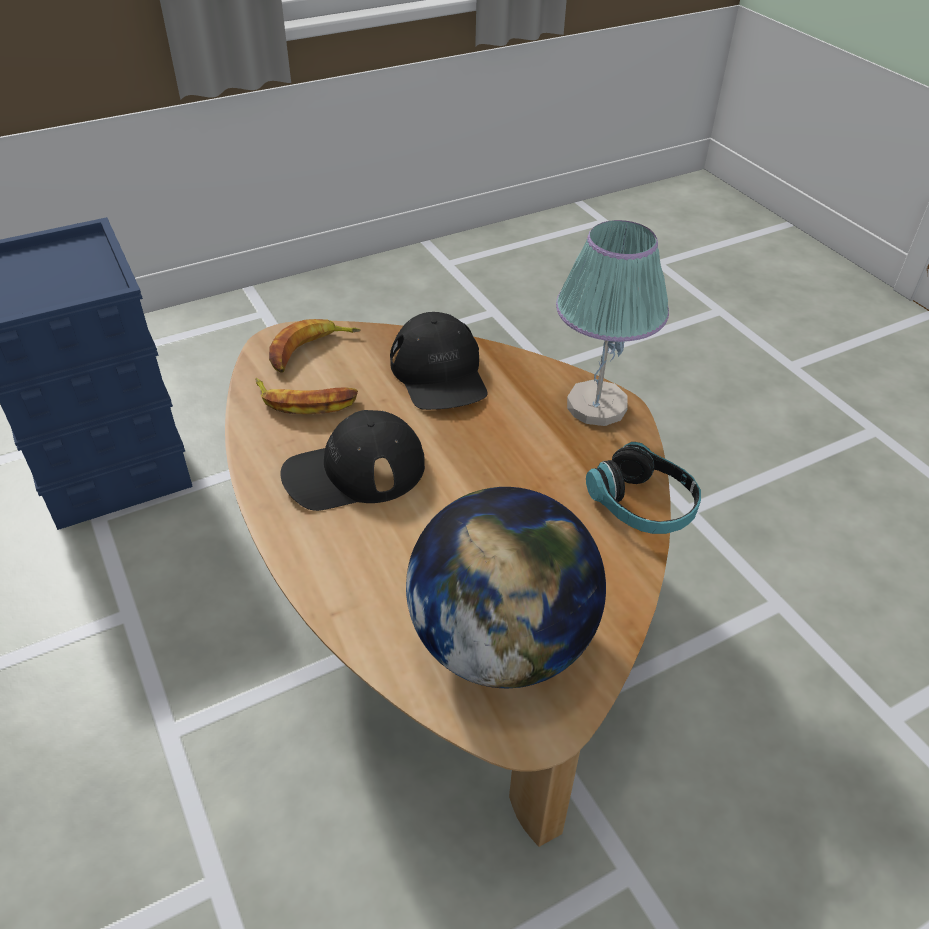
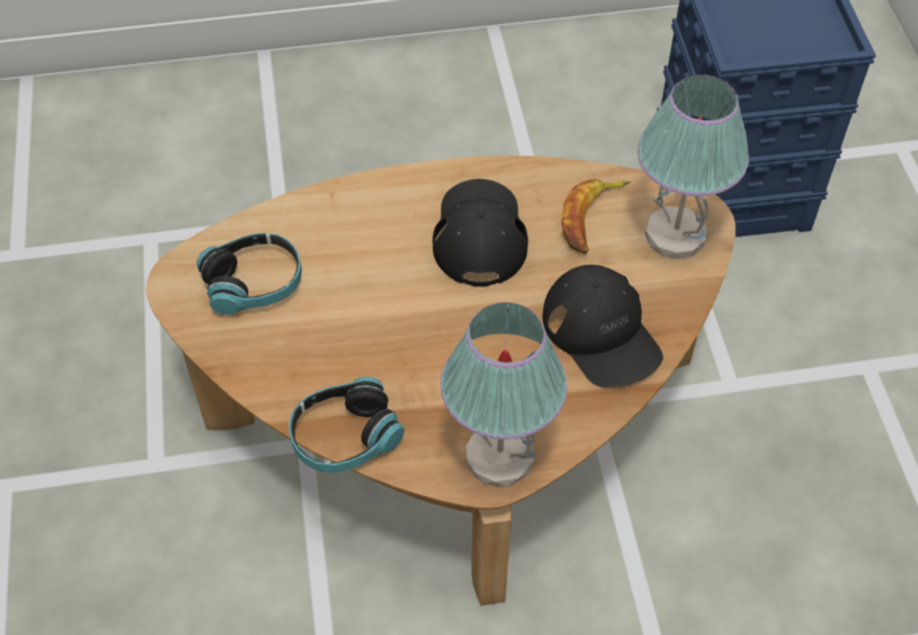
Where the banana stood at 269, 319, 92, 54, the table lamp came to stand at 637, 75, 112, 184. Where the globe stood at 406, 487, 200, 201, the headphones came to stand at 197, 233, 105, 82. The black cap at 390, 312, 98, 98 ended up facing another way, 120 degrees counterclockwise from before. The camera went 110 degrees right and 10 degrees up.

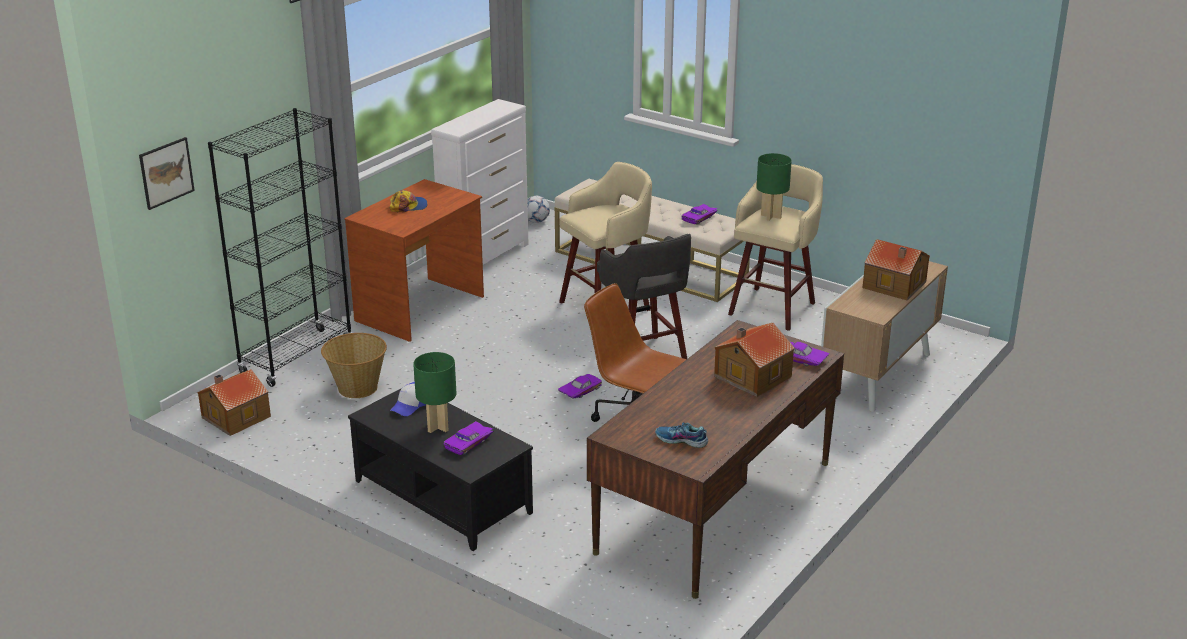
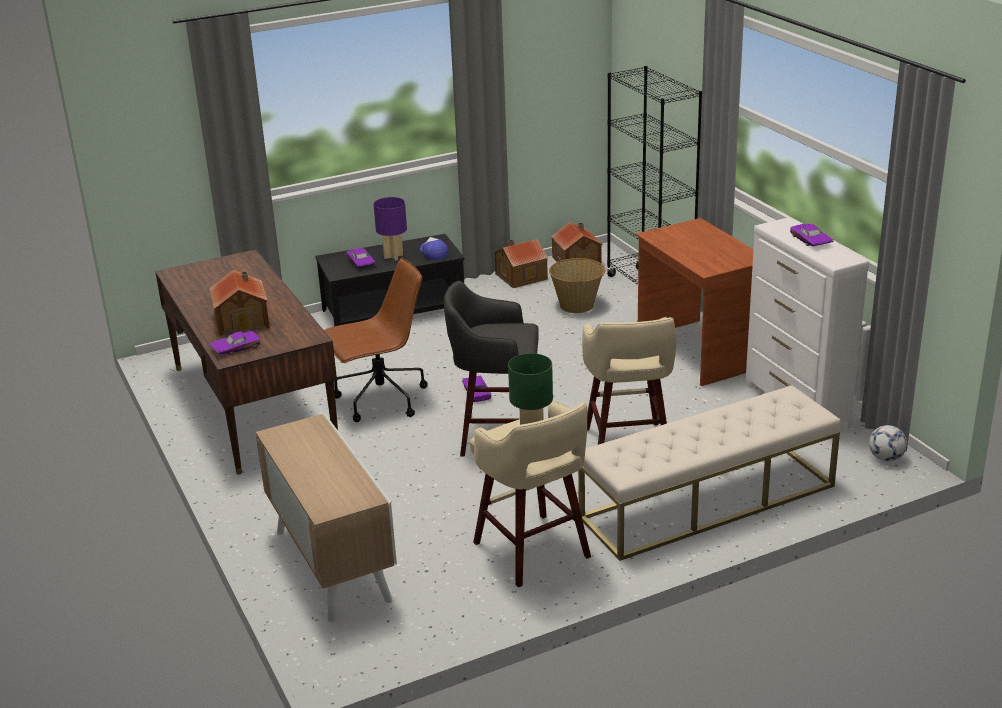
The second view lost the picture at 139, 137, 56, 73. The second view lost the cap at 390, 190, 38, 22. The second view lost the shoe at 655, 422, 53, 26. The purple toy car ended up elsewhere, having gone from 682, 204, 36, 21 to 790, 224, 43, 22. The toy house ended up elsewhere, having gone from 862, 239, 68, 61 to 494, 239, 54, 49. What was the green table lamp at 413, 352, 43, 81 turned into the purple table lamp at 373, 197, 34, 64. The camera went 120 degrees right and 0 degrees up.

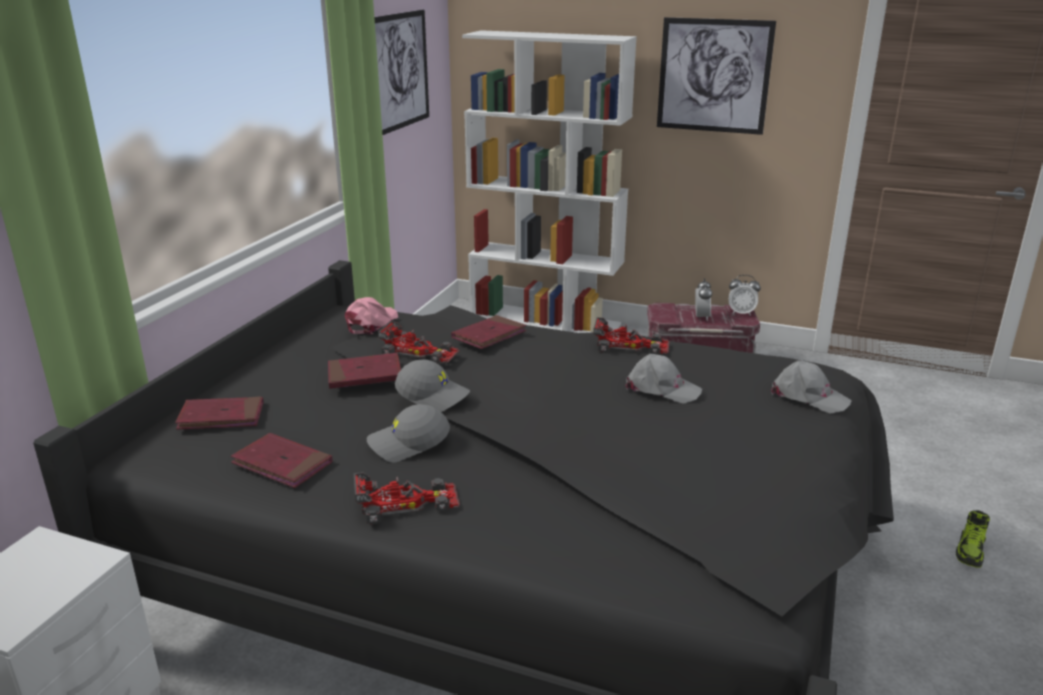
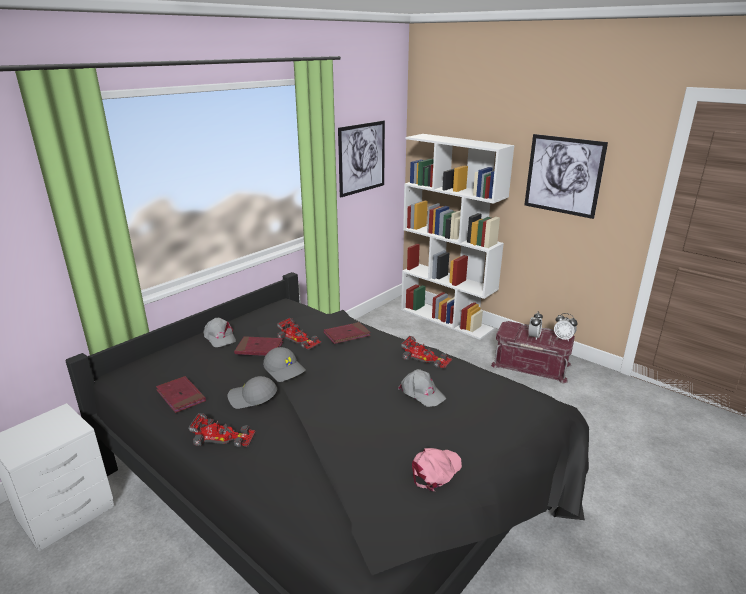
The second view lost the red book at 175, 396, 89, 34. The second view lost the shoe at 956, 510, 34, 58. The pink cap ended up elsewhere, having gone from 345, 297, 53, 37 to 412, 448, 50, 43. The grey cap ended up elsewhere, having gone from 771, 360, 81, 54 to 204, 318, 32, 29. The camera went 20 degrees right and 0 degrees up.

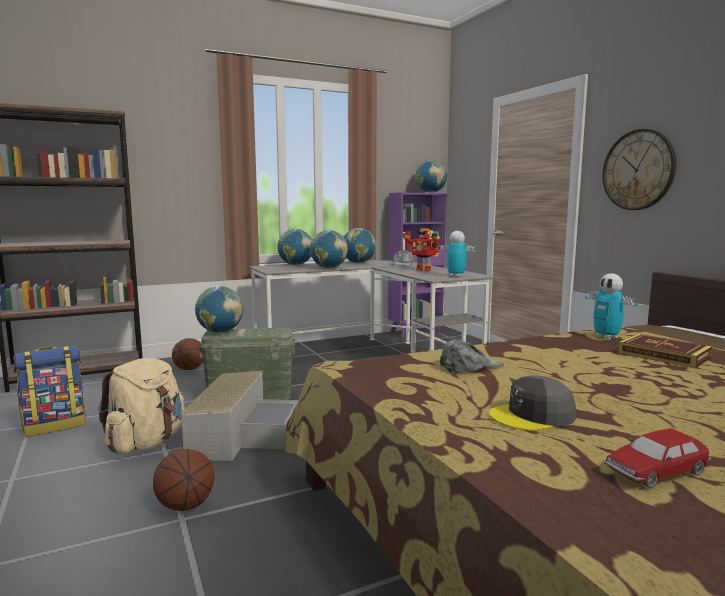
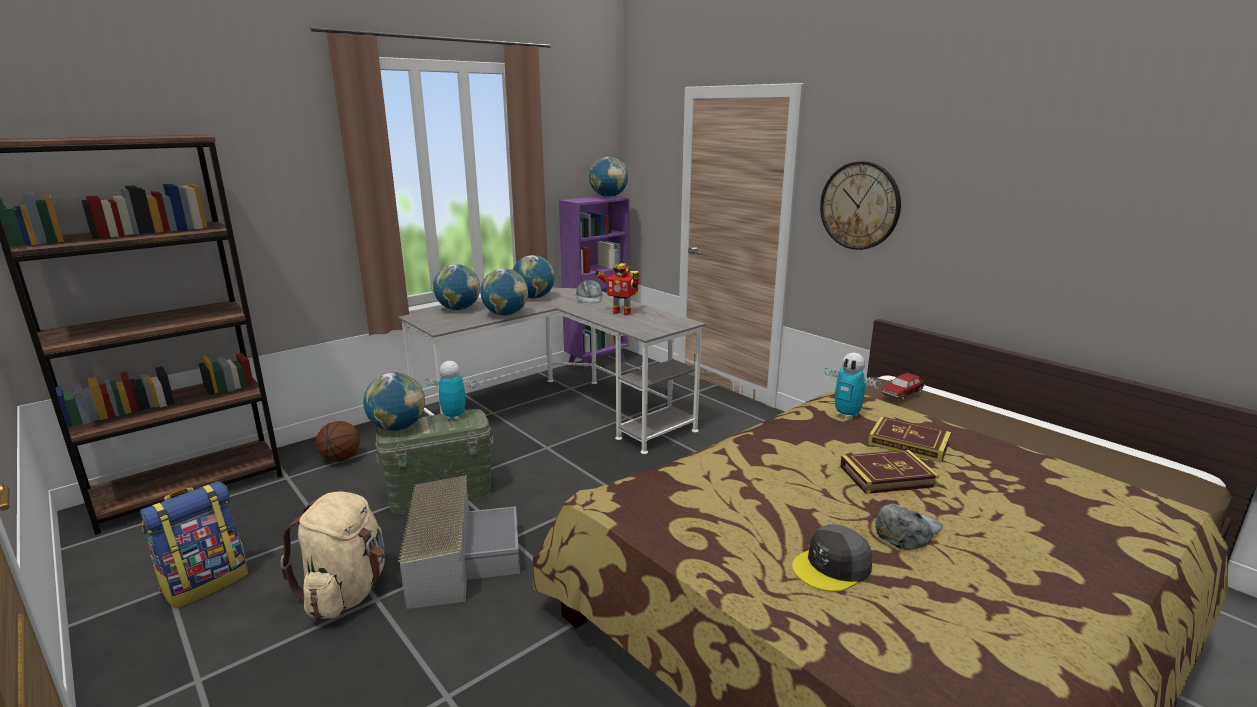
The second view lost the basketball at 153, 449, 62, 62. The second view gained the book at 840, 450, 99, 44. The toy robot ended up elsewhere, having gone from 437, 231, 40, 46 to 425, 361, 51, 59. The grey cap ended up elsewhere, having gone from 440, 340, 64, 33 to 875, 504, 68, 46. The toy car ended up elsewhere, having gone from 603, 428, 108, 60 to 881, 373, 44, 27. The camera went 15 degrees left and 10 degrees up.

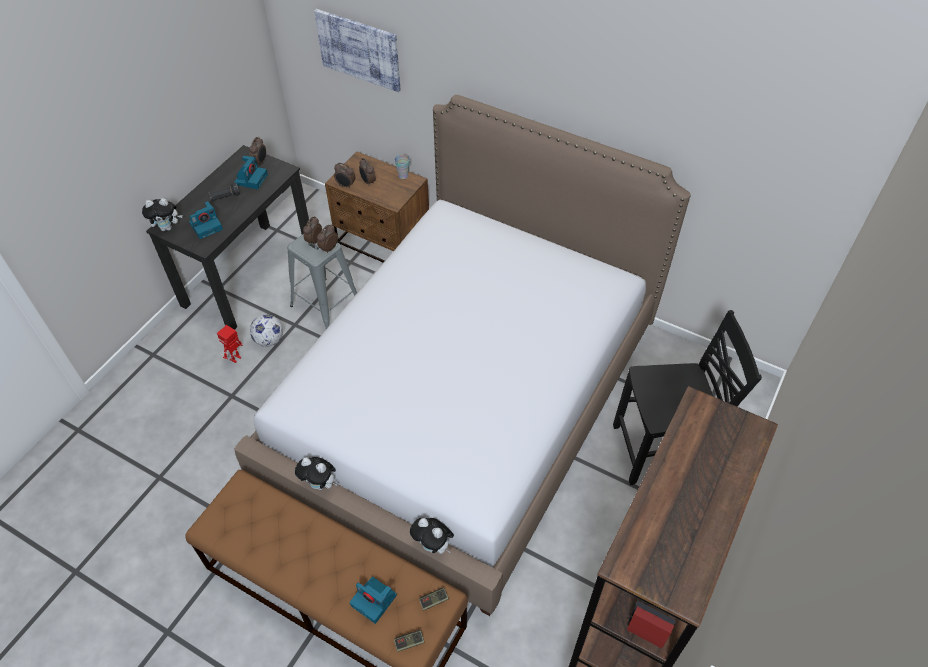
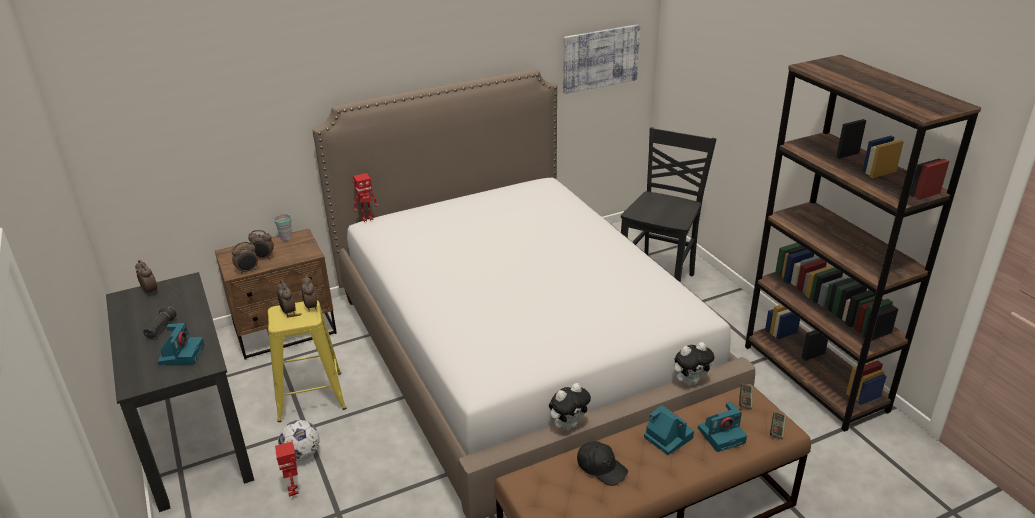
The second view lost the plush toy at 142, 198, 40, 33. The second view gained the toy robot at 353, 173, 26, 49. The second view gained the black cap at 577, 441, 51, 45. The photo camera ended up elsewhere, having gone from 234, 156, 34, 33 to 644, 405, 50, 50. The picture ended up elsewhere, having gone from 314, 9, 86, 83 to 563, 24, 77, 70. What was the grey stool at 287, 234, 70, 95 turned into the yellow stool at 268, 300, 78, 122. The camera went 55 degrees left and 20 degrees down.

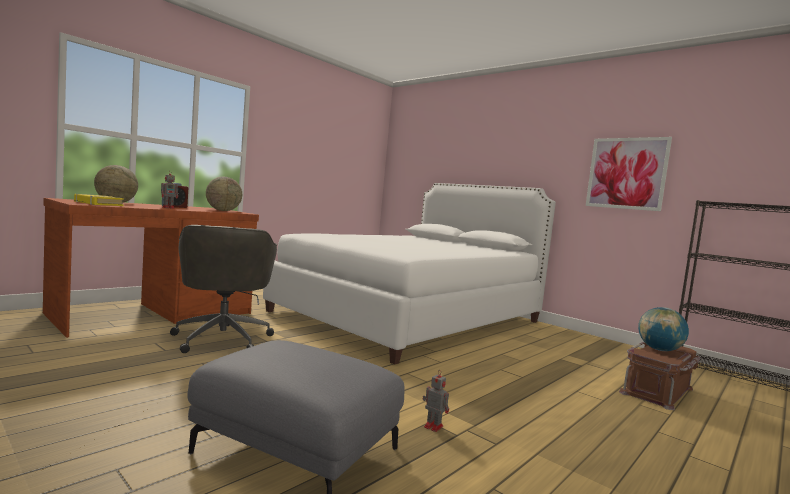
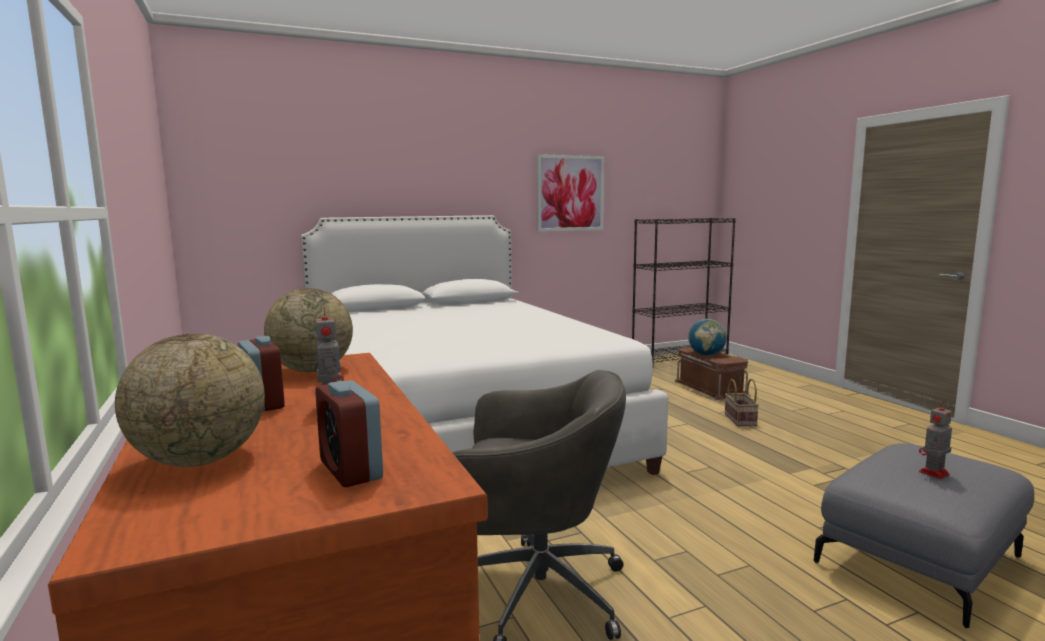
The second view gained the basket at 725, 379, 34, 47. The toy robot ended up elsewhere, having gone from 423, 370, 26, 62 to 919, 401, 33, 78. Where the yellow book stood at 74, 194, 50, 12, the alarm clock came to stand at 315, 380, 68, 107. The camera went 65 degrees left and 5 degrees up.

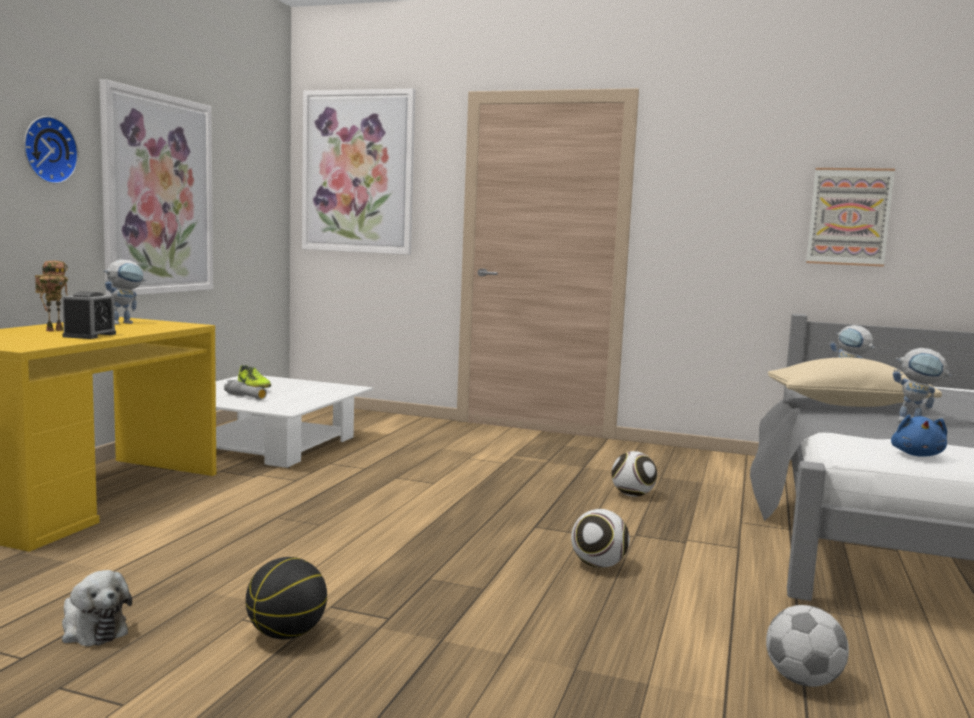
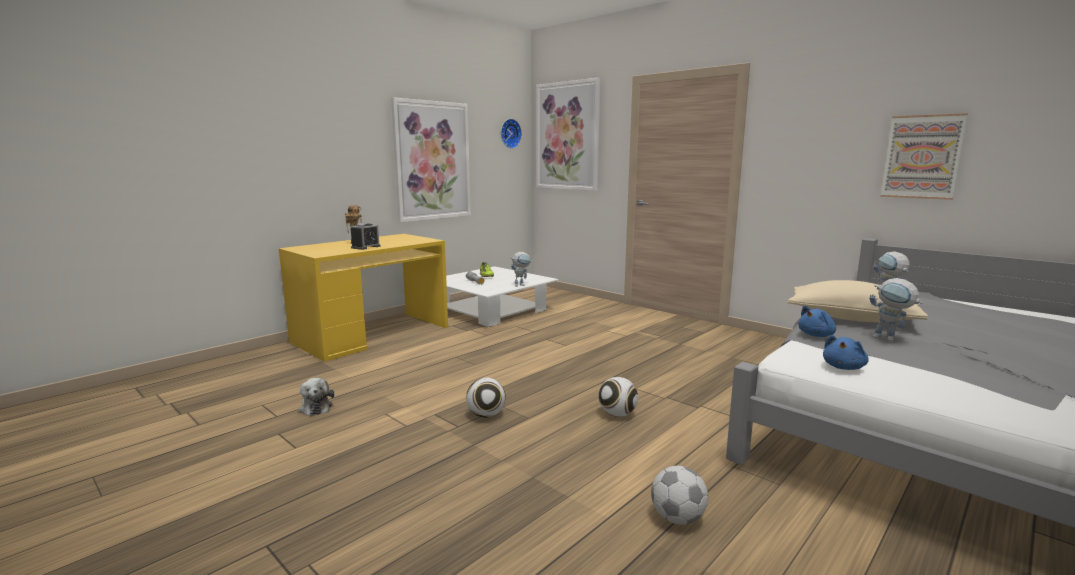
The second view lost the basketball at 246, 557, 81, 82. The second view gained the blue plush toy at 798, 306, 38, 31. The wall clock ended up elsewhere, having gone from 24, 116, 55, 68 to 501, 119, 21, 30. The toy robot ended up elsewhere, having gone from 103, 259, 43, 66 to 511, 252, 21, 35. The football ended up elsewhere, having gone from 612, 451, 45, 46 to 466, 378, 40, 40. The camera went 25 degrees right and 5 degrees up.

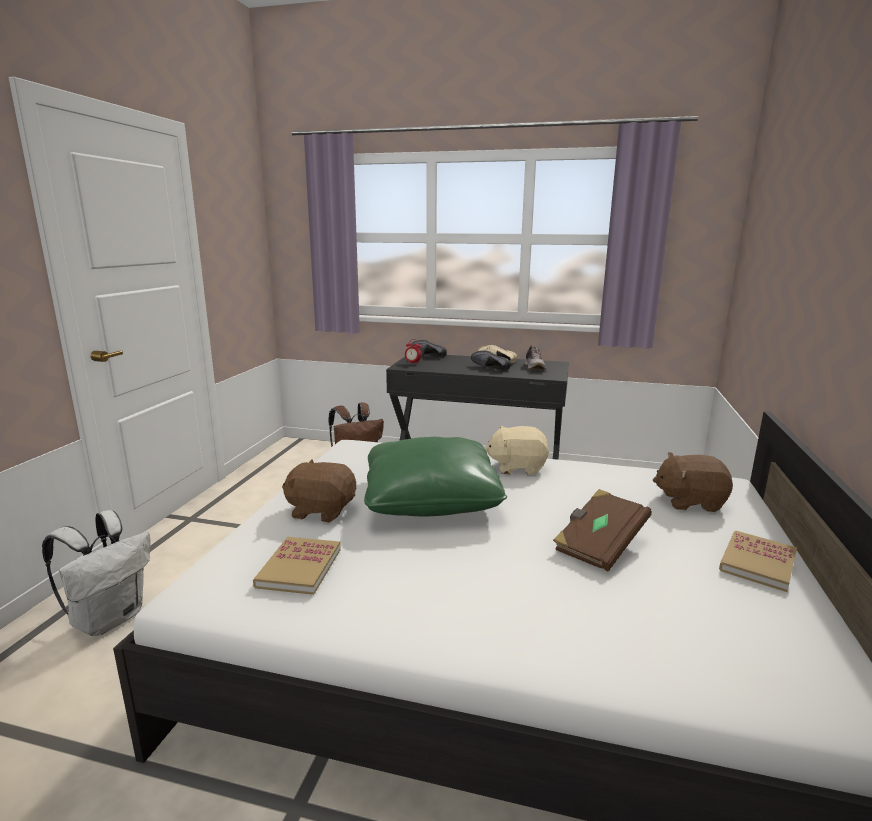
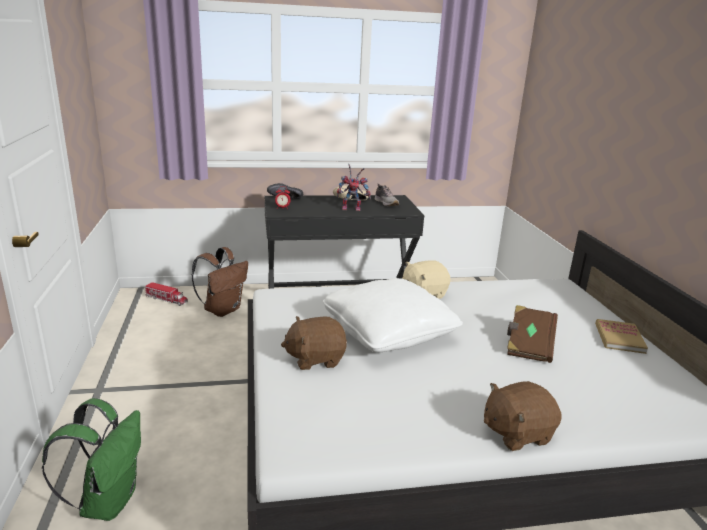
The second view lost the book at 253, 537, 88, 58. The second view gained the toy truck at 145, 282, 43, 24. The brown plush toy ended up elsewhere, having gone from 653, 452, 80, 60 to 484, 381, 78, 70. Where the black shoe stood at 471, 350, 40, 20, the toy robot came to stand at 337, 164, 34, 47. What was the white backpack at 42, 510, 109, 126 turned into the green backpack at 42, 398, 99, 123. What was the green pillow at 364, 437, 143, 80 turned into the white pillow at 323, 278, 140, 74. The camera went 25 degrees left and 5 degrees up.

